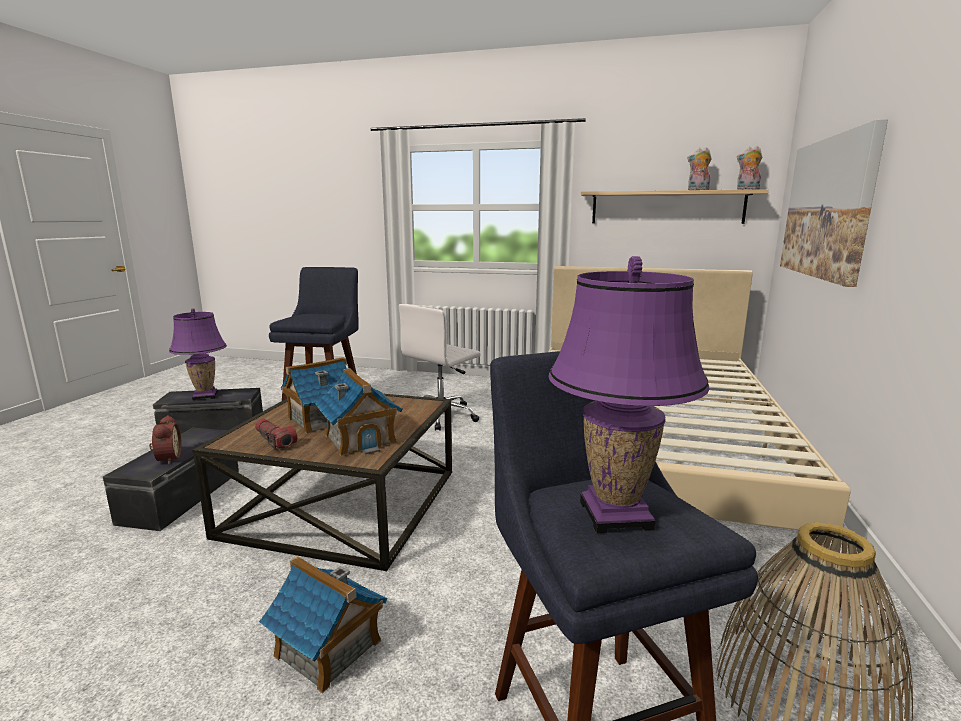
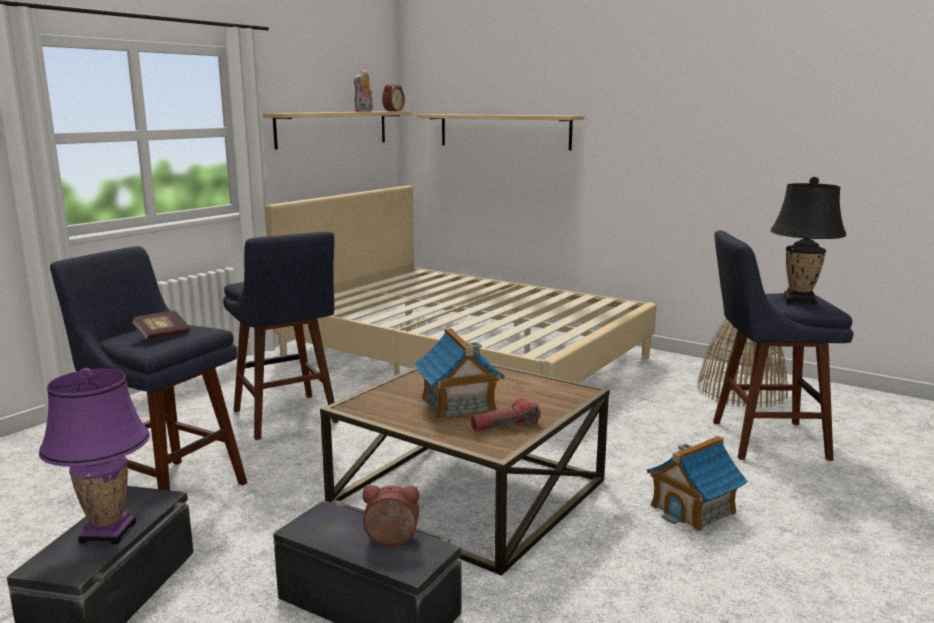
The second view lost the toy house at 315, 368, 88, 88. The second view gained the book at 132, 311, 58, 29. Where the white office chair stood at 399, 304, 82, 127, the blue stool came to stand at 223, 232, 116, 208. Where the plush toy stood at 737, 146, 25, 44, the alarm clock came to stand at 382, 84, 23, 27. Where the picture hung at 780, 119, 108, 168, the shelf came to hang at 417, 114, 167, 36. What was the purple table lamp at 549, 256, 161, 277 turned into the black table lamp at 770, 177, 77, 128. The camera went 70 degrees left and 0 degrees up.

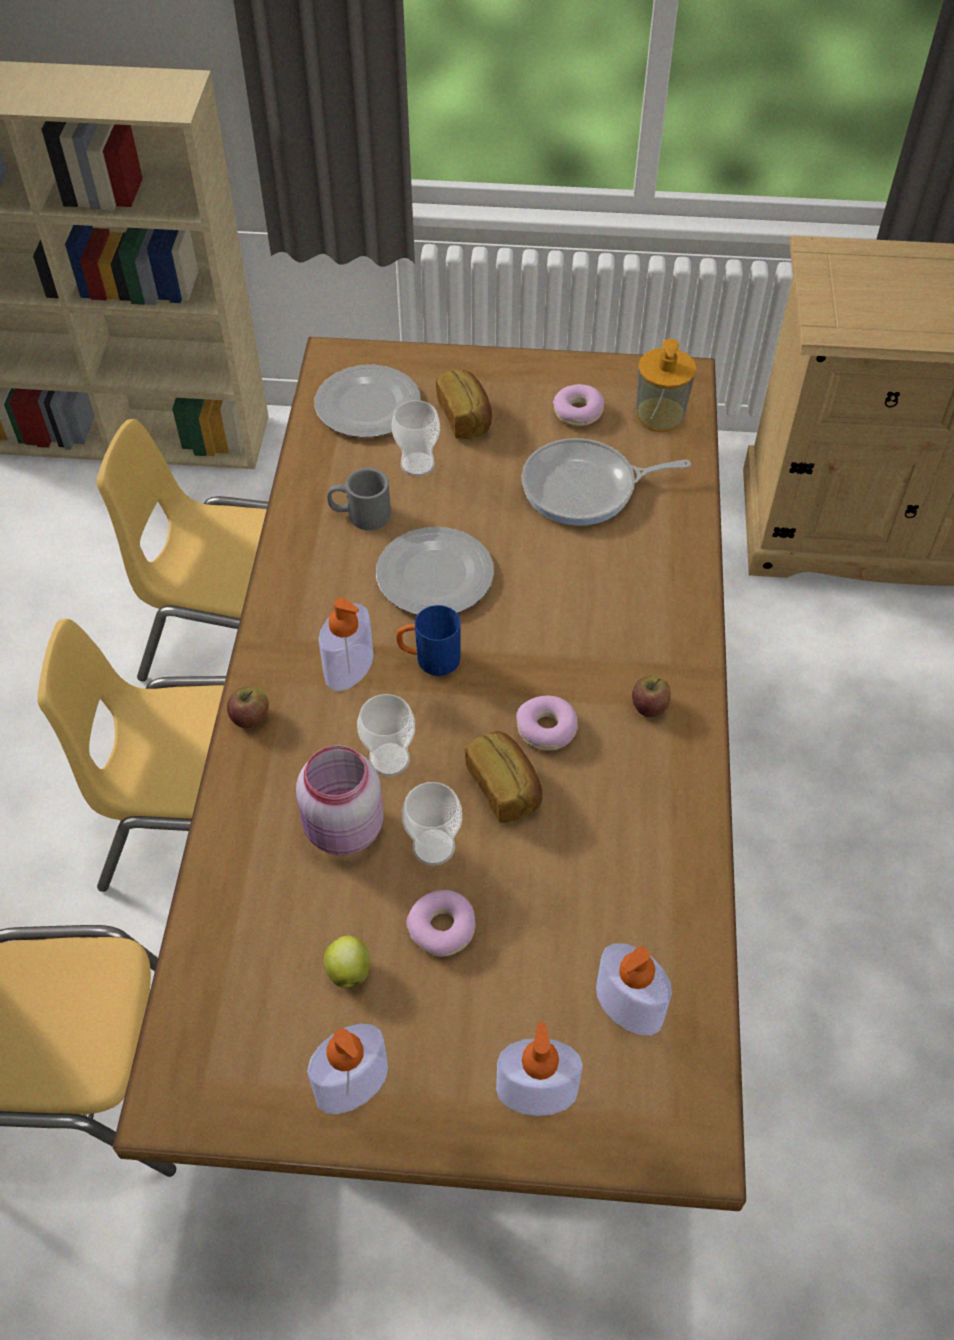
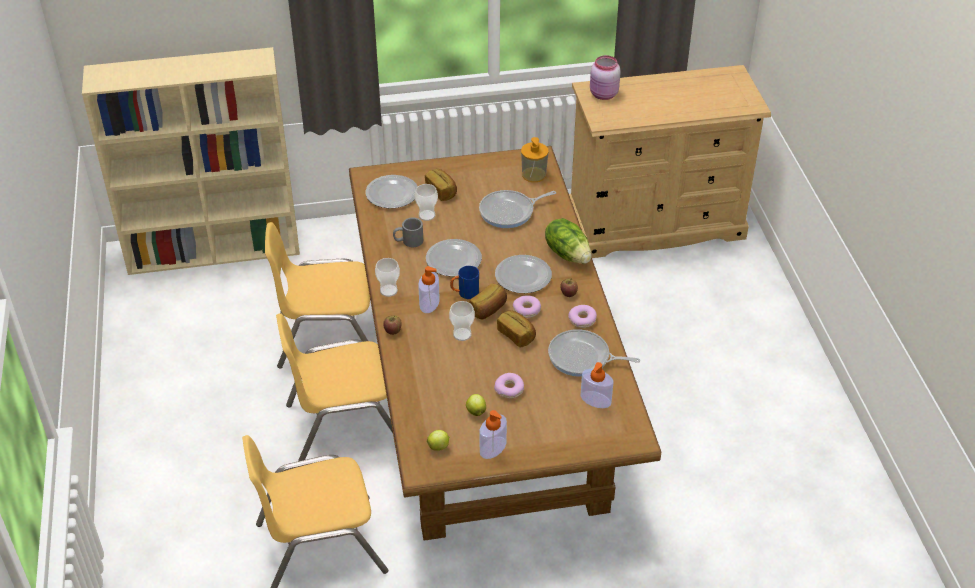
The second view lost the soap dispenser at 496, 1022, 87, 94. The second view gained the apple at 427, 430, 23, 21. The second view gained the bread at 470, 284, 37, 35. The second view gained the plate at 495, 255, 57, 38. The second view gained the lettuce at 545, 218, 46, 46. The second view gained the frying pan at 548, 329, 92, 48. The pink jar ended up elsewhere, having gone from 296, 745, 87, 110 to 590, 55, 31, 45. The cup ended up elsewhere, having gone from 402, 782, 60, 84 to 375, 258, 25, 39. The donut ended up elsewhere, having gone from 553, 384, 51, 42 to 569, 305, 28, 23. The camera went 15 degrees left and 10 degrees down.

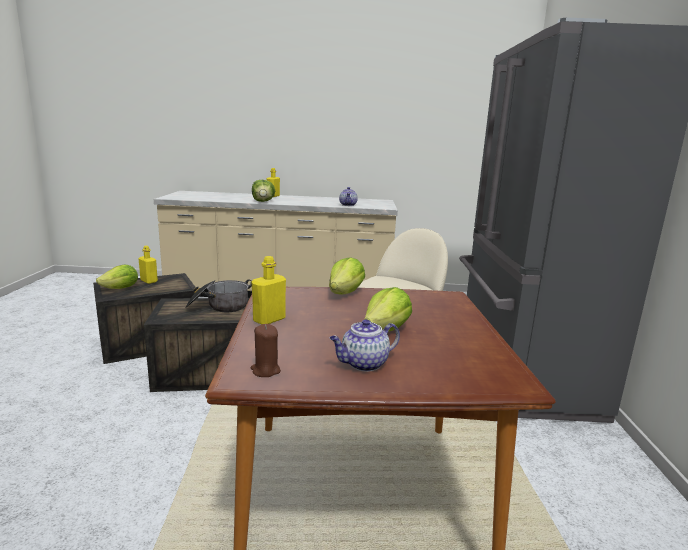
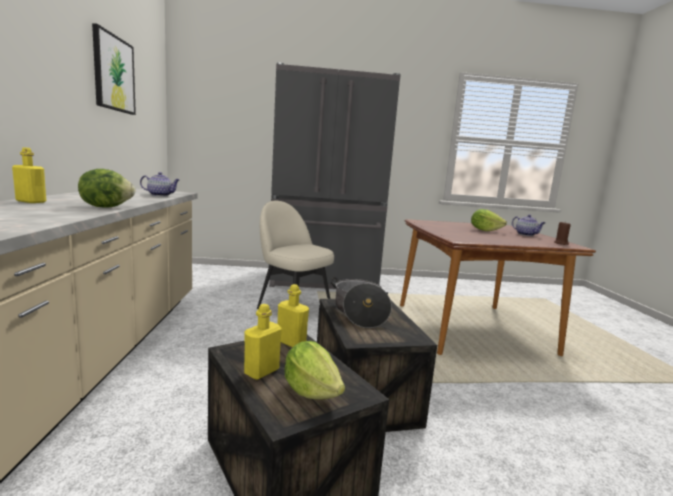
The second view lost the lettuce at 329, 257, 36, 37. The second view gained the picture at 92, 23, 44, 92. The yellow bottle ended up elsewhere, having gone from 252, 256, 34, 69 to 278, 284, 31, 63. The camera went 95 degrees left and 5 degrees down.

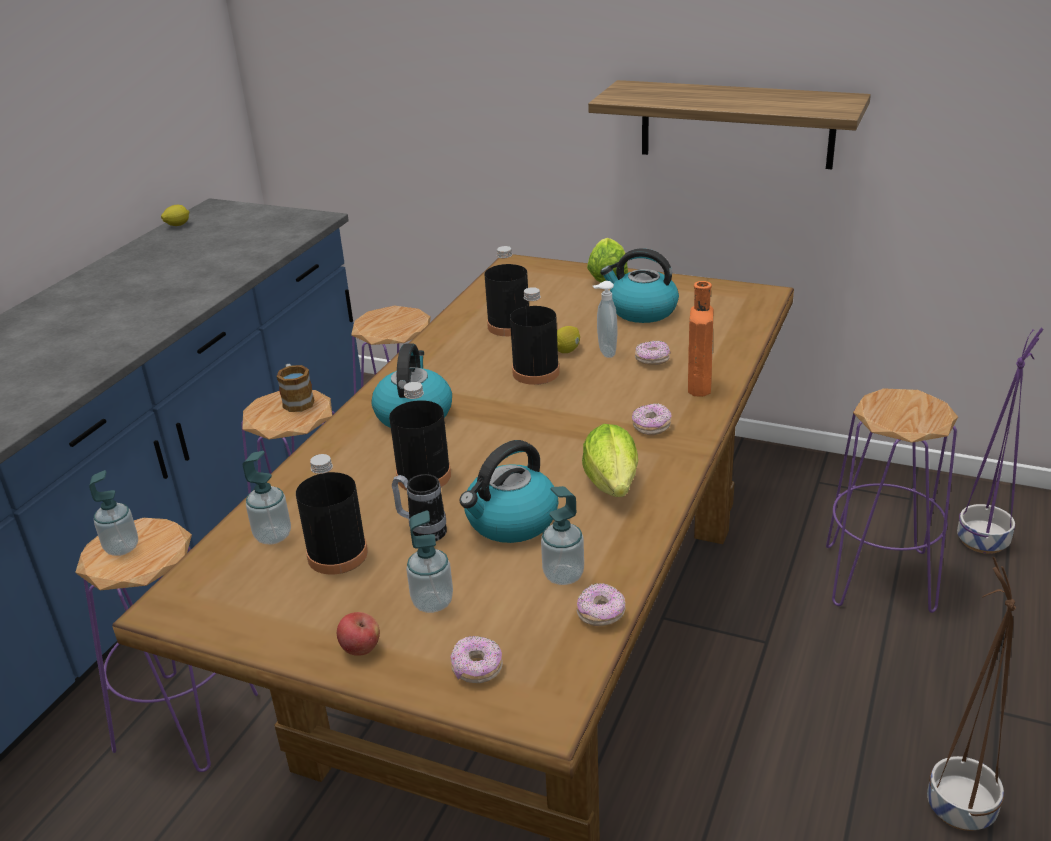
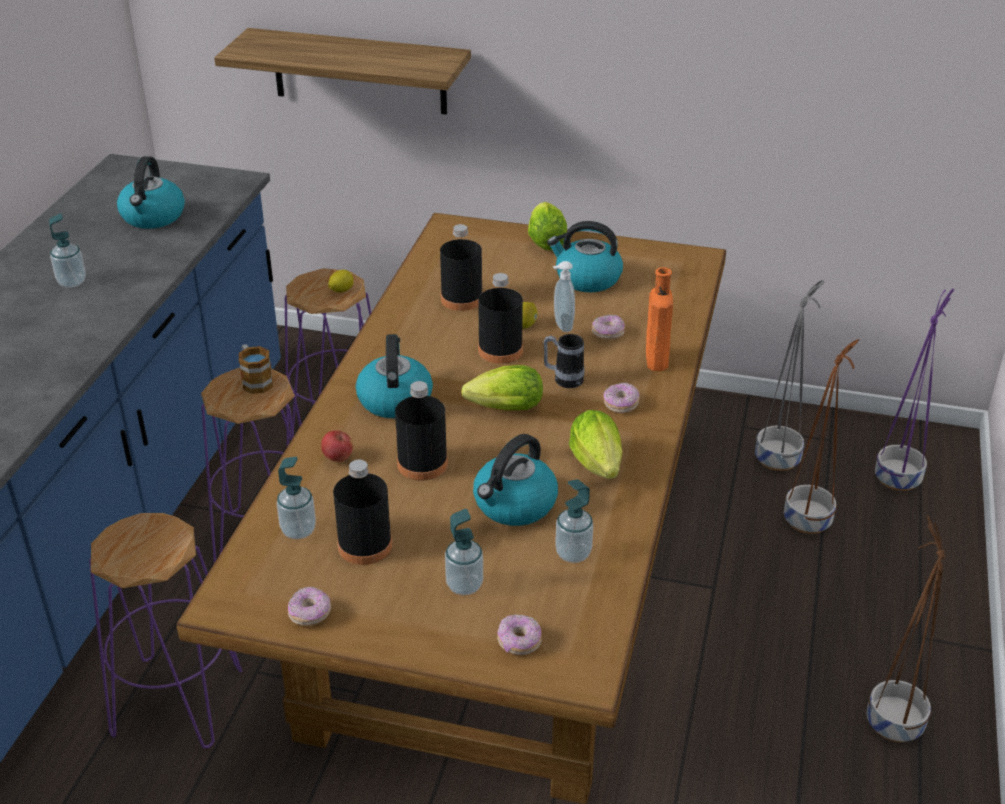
The second view gained the kettle at 117, 156, 68, 73. The second view gained the lettuce at 461, 365, 82, 45. The second view gained the grey planter at 755, 280, 69, 191. The soap dispenser ended up elsewhere, having gone from 89, 470, 49, 86 to 49, 214, 37, 74. The lemon ended up elsewhere, having gone from 161, 205, 29, 21 to 328, 270, 26, 23. The apple ended up elsewhere, having gone from 337, 612, 43, 44 to 321, 430, 32, 32. The mug ended up elsewhere, having gone from 392, 474, 55, 67 to 544, 334, 40, 54. The donut ended up elsewhere, having gone from 577, 583, 49, 43 to 288, 587, 43, 39. The shelf ended up elsewhere, having gone from 588, 80, 283, 89 to 214, 28, 257, 87. Where the purple stool stood at 826, 388, 132, 225, the brown planter came to stand at 784, 339, 76, 195. The camera went 10 degrees left and 5 degrees up.

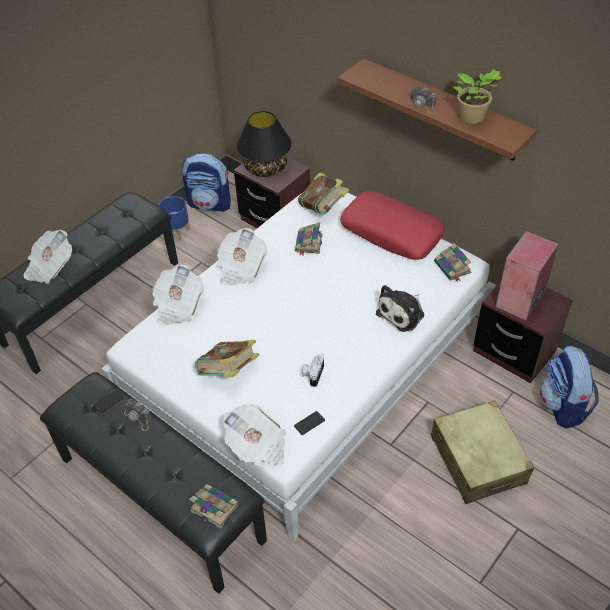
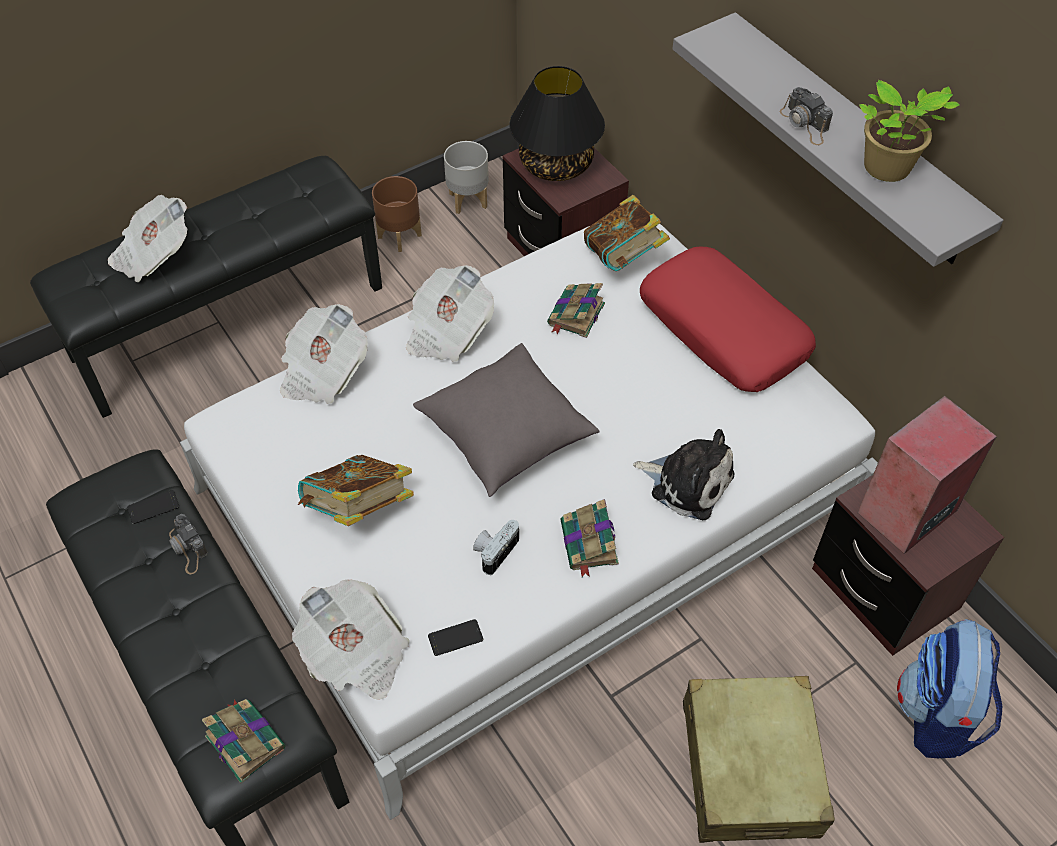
The second view gained the grey pillow at 413, 343, 186, 154. The book ended up elsewhere, having gone from 434, 243, 37, 39 to 561, 499, 58, 78. Where the backpack stood at 183, 153, 48, 59, the grey planter came to stand at 444, 141, 45, 73. What was the blue planter at 159, 196, 31, 45 turned into the brown planter at 372, 176, 50, 76. What was the brown shelf at 338, 59, 199, 102 turned into the grey shelf at 672, 12, 331, 255. The plush toy at 376, 285, 48, 47 ended up facing another way, 120 degrees counterclockwise from before. The camera went 15 degrees right and 5 degrees up.

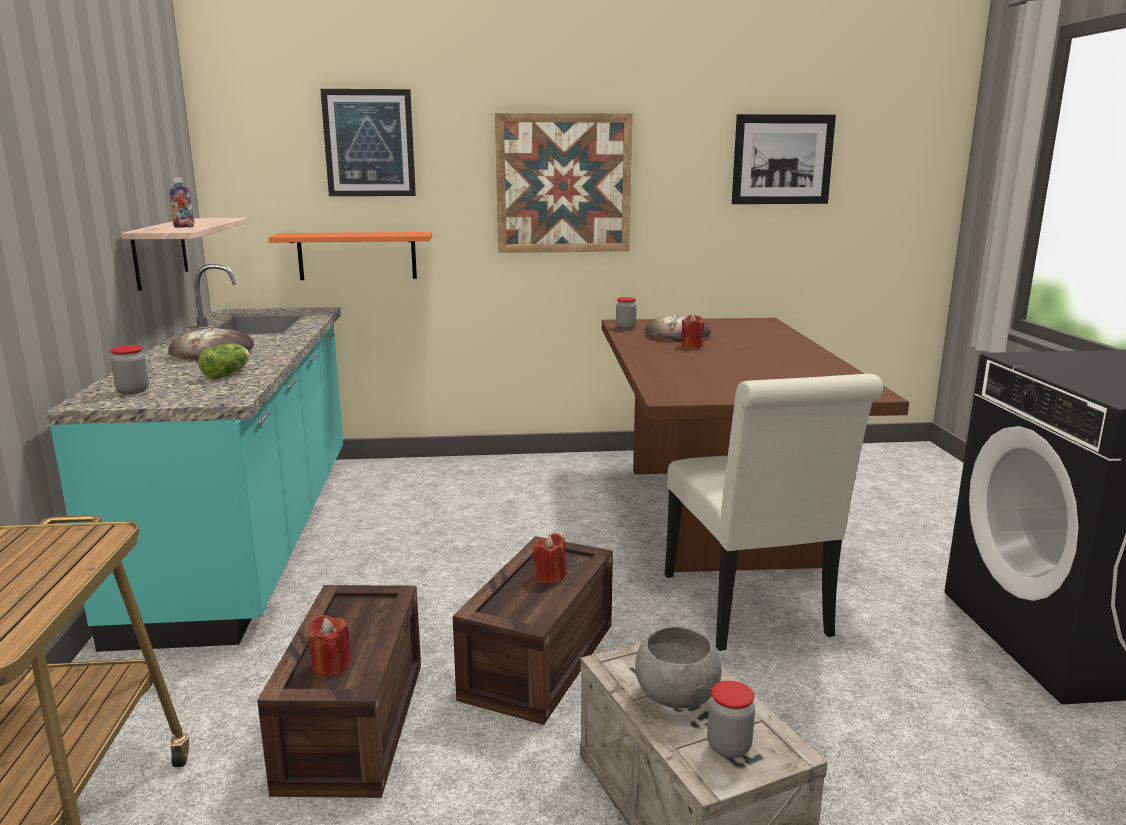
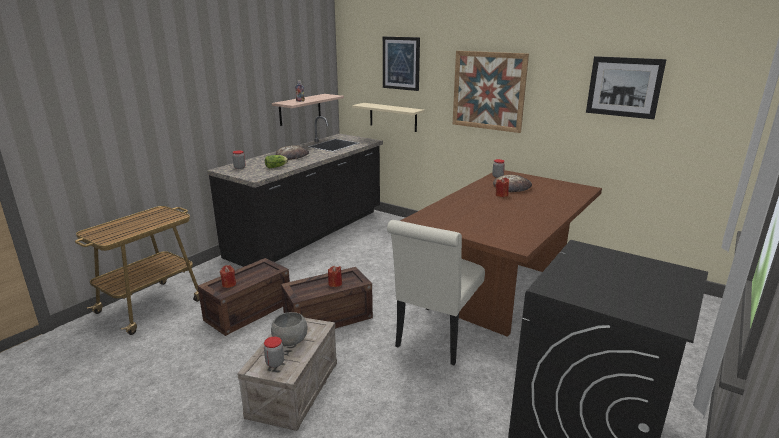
What was the turquoise counter at 46, 264, 297, 388 turned into the black counter at 207, 116, 176, 151. What was the orange shelf at 268, 232, 164, 48 turned into the beige shelf at 352, 103, 73, 29. The camera went 40 degrees right and 5 degrees up.

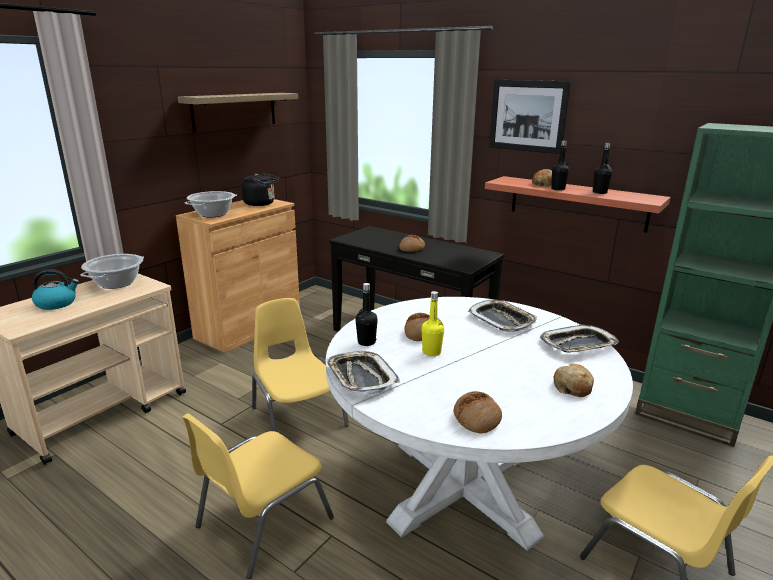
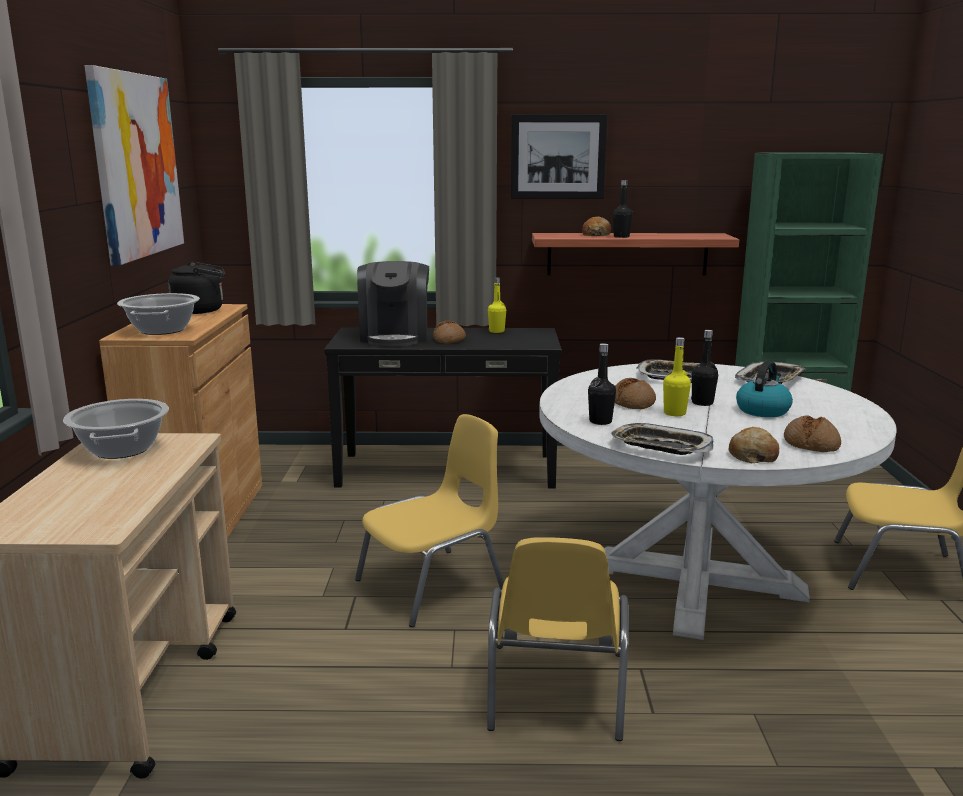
The second view gained the coffee machine at 357, 261, 72, 86. The second view gained the yellow bottle at 488, 277, 18, 56. The kettle ended up elsewhere, having gone from 32, 269, 47, 41 to 736, 361, 57, 56. The bread ended up elsewhere, having gone from 554, 364, 40, 33 to 728, 427, 51, 36. The black bottle ended up elsewhere, having gone from 593, 143, 19, 51 to 691, 330, 27, 76. Where the shelf hung at 178, 93, 120, 39, the picture came to hang at 85, 65, 99, 201. The yellow chair at 252, 298, 97, 134 ended up facing another way, 120 degrees clockwise from before. The camera went 35 degrees left and 5 degrees down.

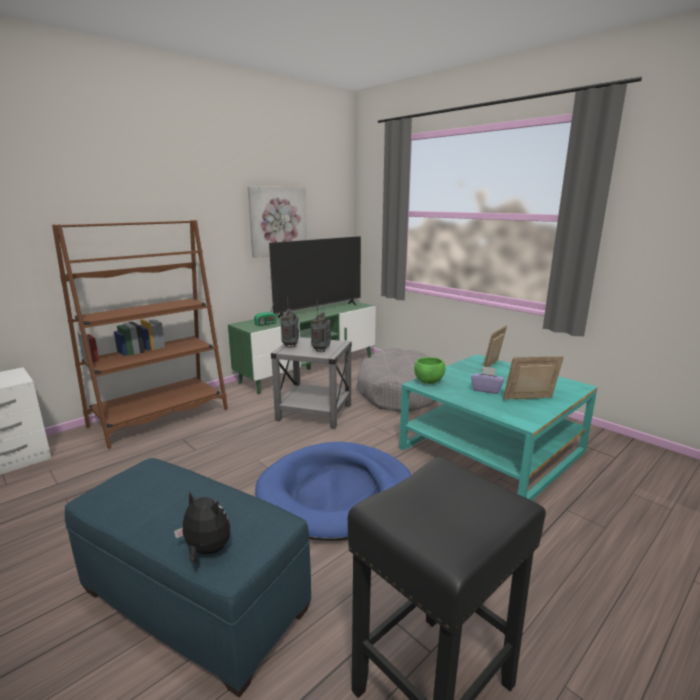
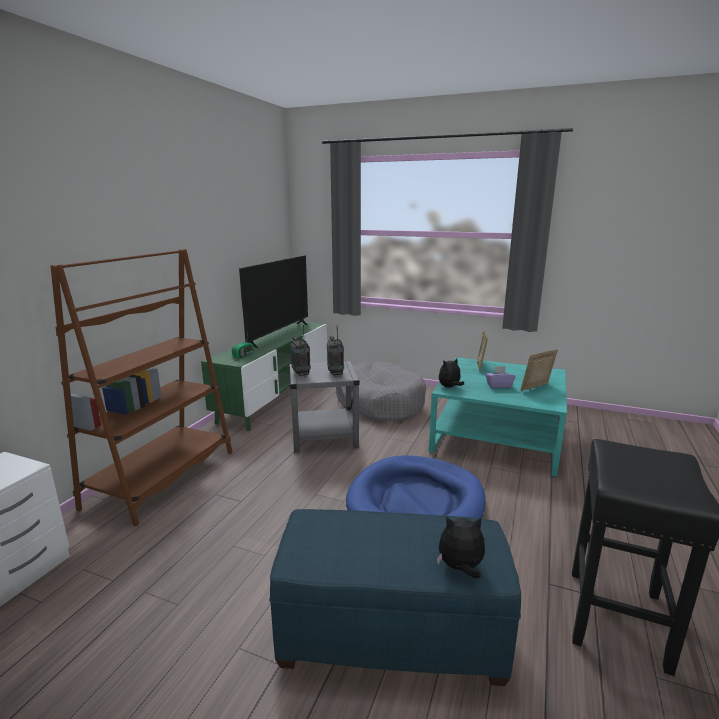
The second view lost the picture at 248, 186, 59, 72. Where the green bowl stood at 414, 357, 31, 27, the plush toy came to stand at 439, 358, 25, 30. The camera went 25 degrees left and 0 degrees up.

